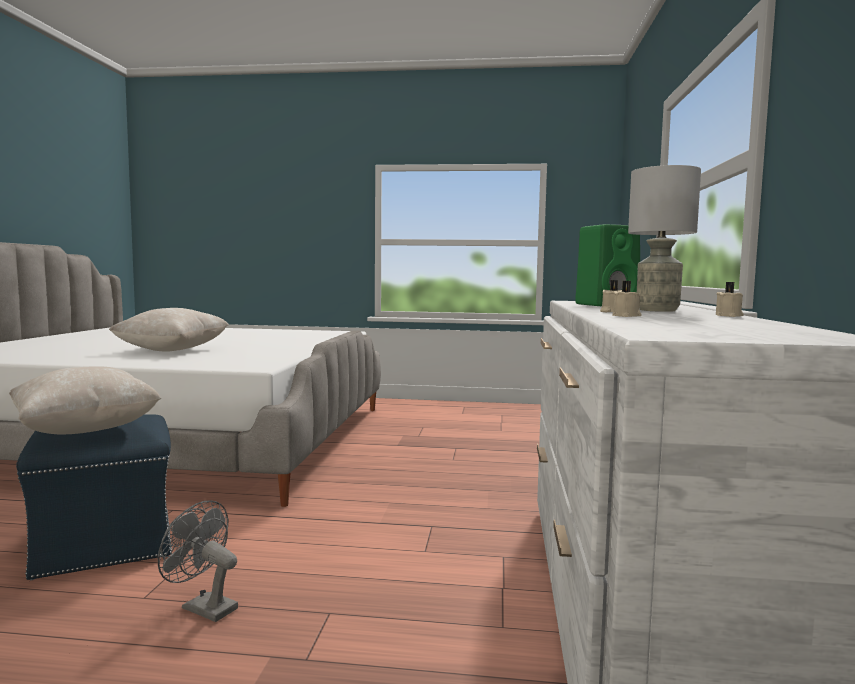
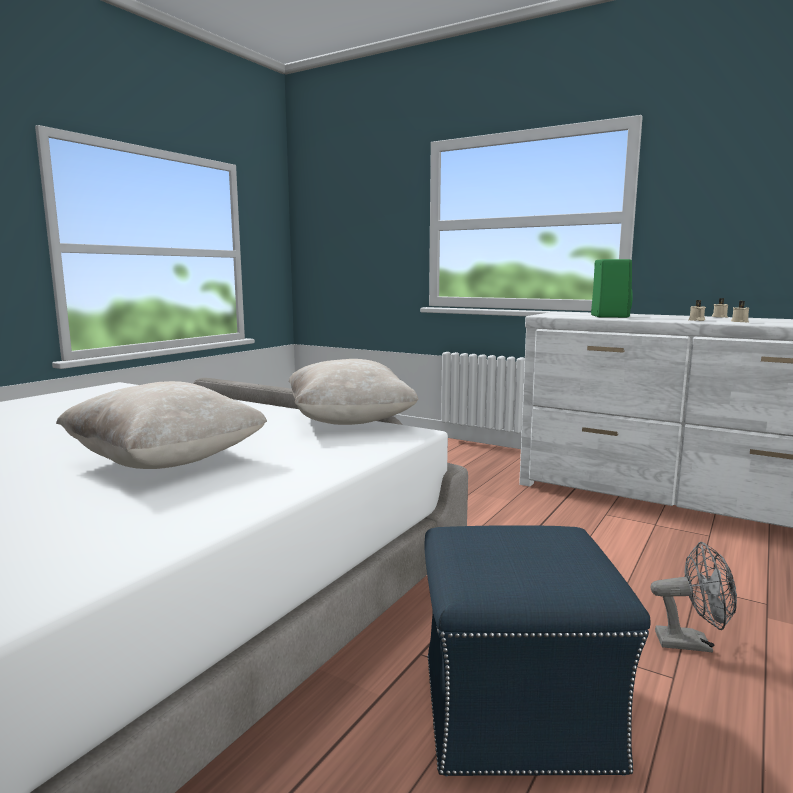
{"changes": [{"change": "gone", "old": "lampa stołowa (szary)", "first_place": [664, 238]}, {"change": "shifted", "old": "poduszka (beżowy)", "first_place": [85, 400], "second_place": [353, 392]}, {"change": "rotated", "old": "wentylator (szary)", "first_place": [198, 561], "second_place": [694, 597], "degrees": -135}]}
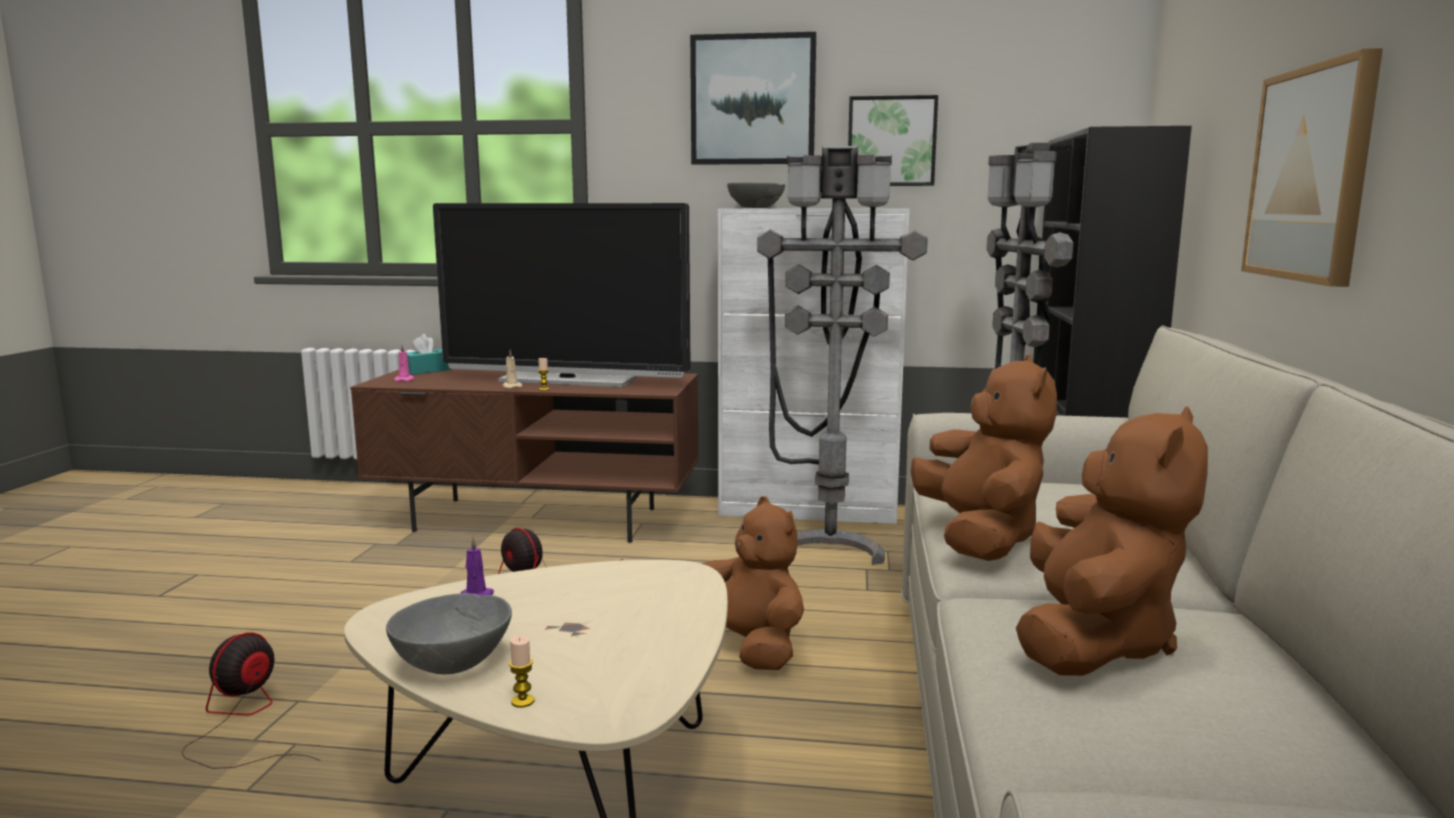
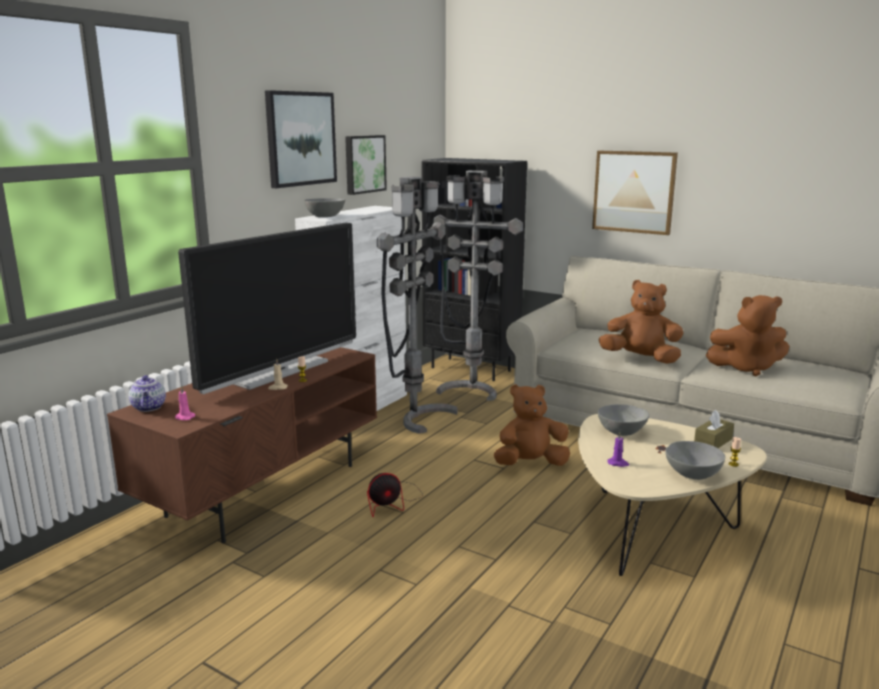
{"changes": [{"change": "gone", "old": "wentylator", "first_place": [251, 700]}, {"change": "new", "new": "miska (szary)", "second_place": [623, 420]}, {"change": "new", "new": "pudełko chusteczek (brązowy)", "second_place": [714, 429]}, {"change": "swapped", "old": "pudełko chusteczek (turkusowy)", "new": "imbryk", "first_place": [429, 354], "second_place": [147, 393]}, {"change": "rotated", "old": "pluszak (brązowy)", "first_place": [1112, 541], "second_place": [747, 335], "degrees": 135}]}
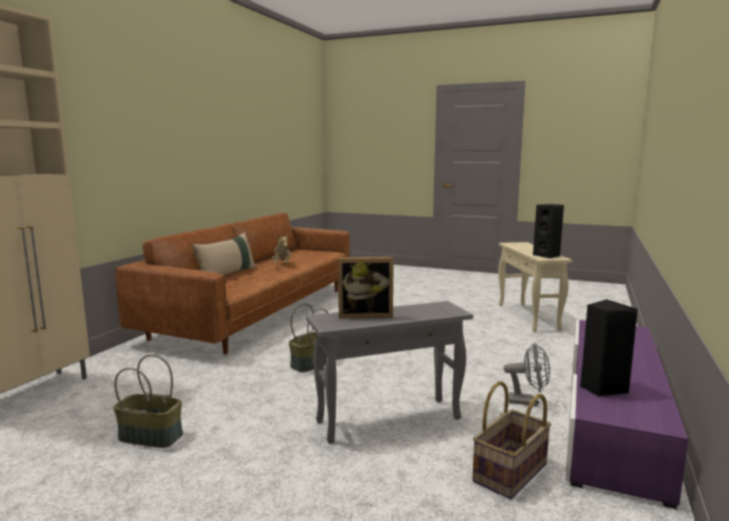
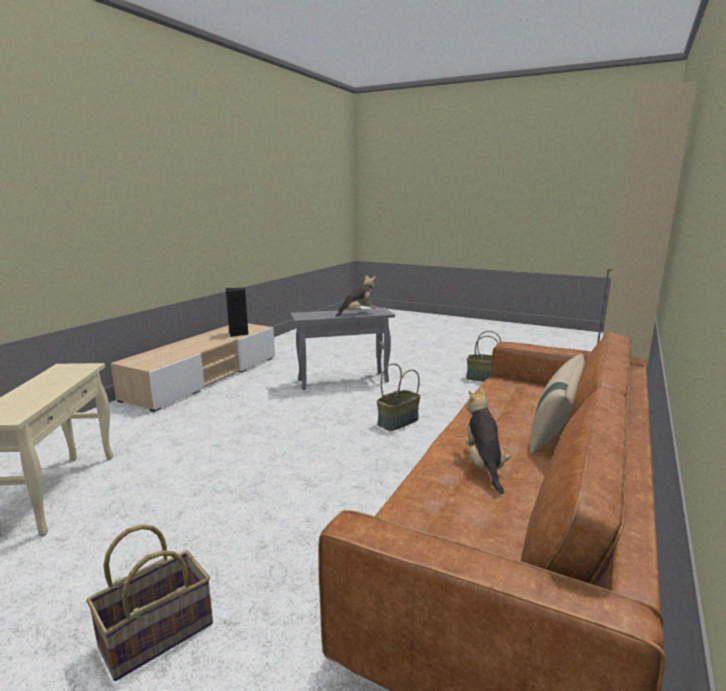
{"changes": [{"change": "gone", "old": "wentylator (szary)", "first_place": [527, 374]}, {"change": "gone", "old": "głośnik (czarny)", "first_place": [548, 231]}, {"change": "shifted", "old": "koszyk", "first_place": [511, 440], "second_place": [150, 602]}, {"change": "swapped", "old": "ramka na zdjęcie", "new": "pluszak", "first_place": [366, 287], "second_place": [355, 295]}, {"change": "repainted", "old": "szafka pod telewizor (fioletowy)", "new": "szafka pod telewizor (beżowy)", "first_place": [626, 414], "second_place": [193, 367]}]}
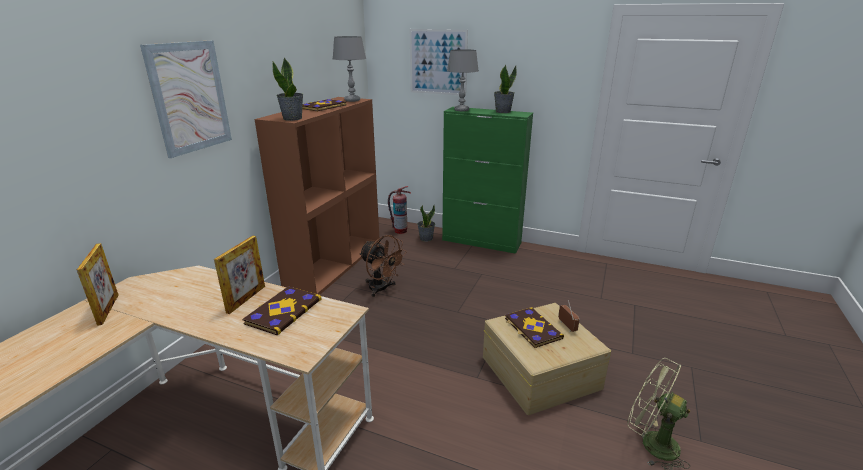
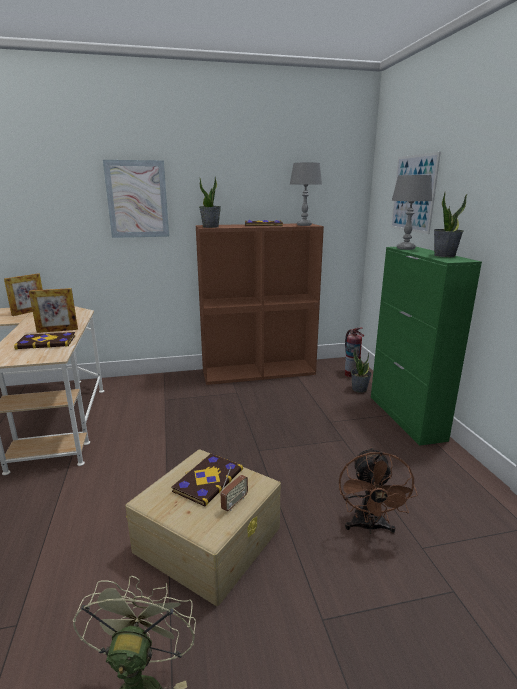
{"changes": [{"change": "shifted", "old": "wentylator (brązowy)", "first_place": [383, 266], "second_place": [378, 490]}]}
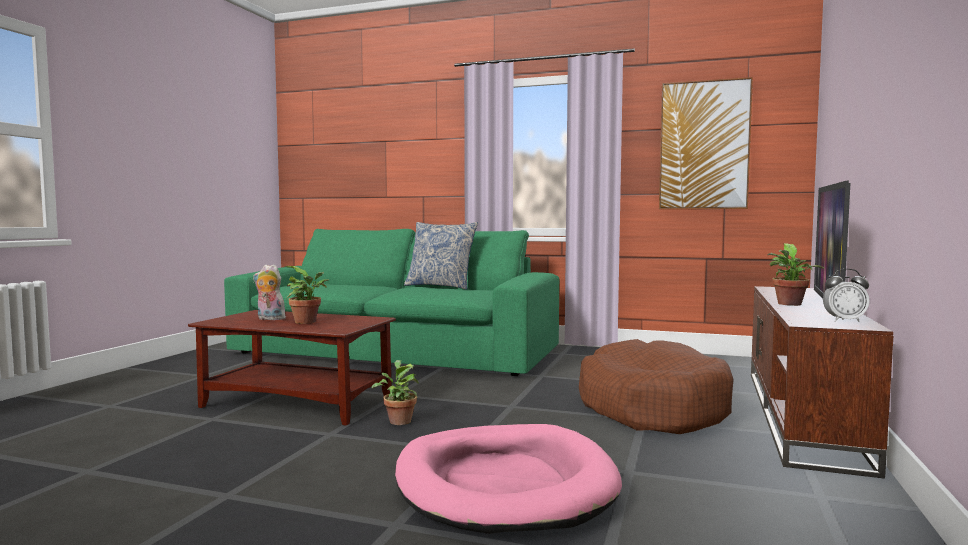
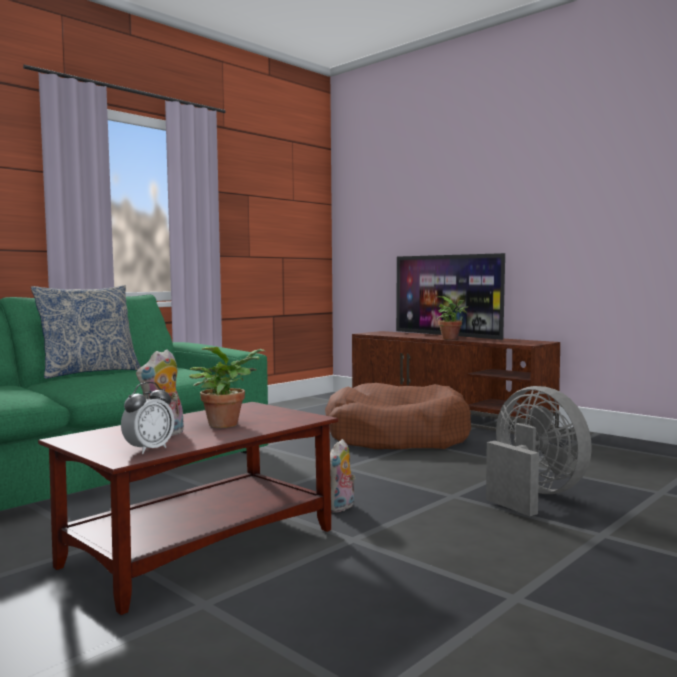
{"changes": [{"change": "gone", "old": "obraz", "first_place": [706, 143]}, {"change": "shifted", "old": "budzik", "first_place": [846, 295], "second_place": [147, 418]}, {"change": "swapped", "old": "roślina doniczkowa", "new": "pluszak", "first_place": [395, 392], "second_place": [343, 476]}, {"change": "swapped", "old": "legowisko (różowy)", "new": "wentylator (szary)", "first_place": [508, 479], "second_place": [539, 451]}]}
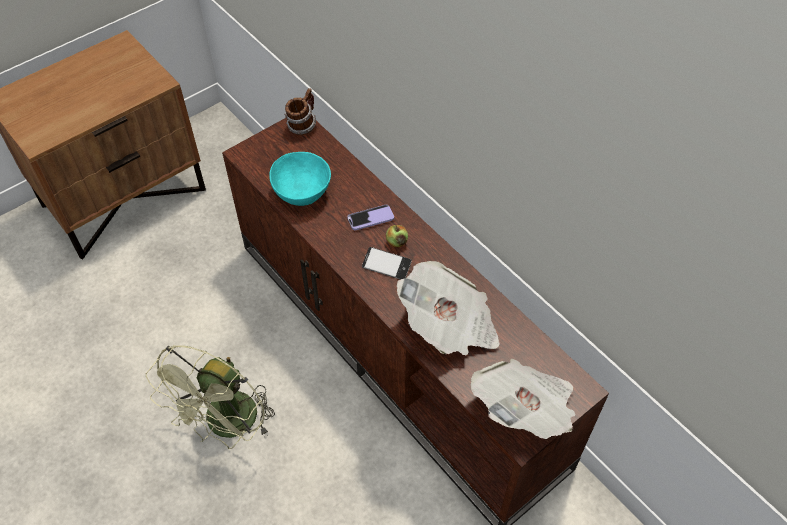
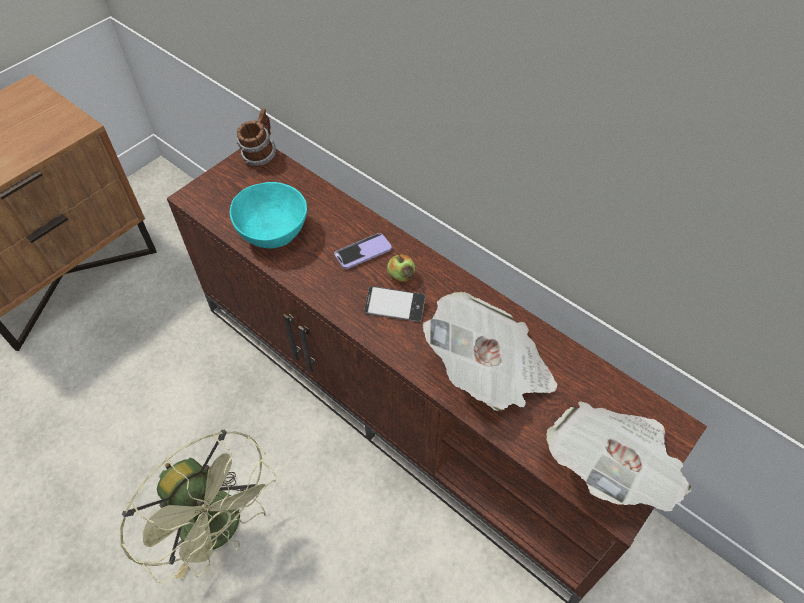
{"changes": [{"change": "rotated", "old": "wentylator (zielony)", "first_place": [210, 397], "second_place": [198, 506], "degrees": -60}]}
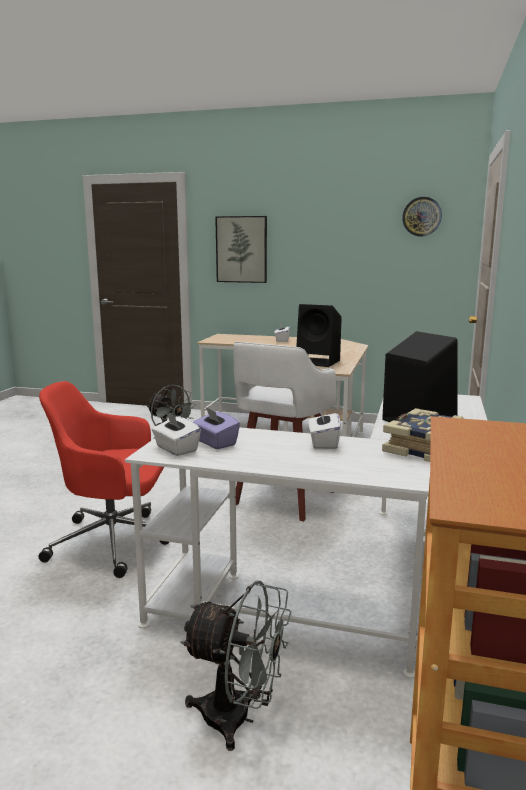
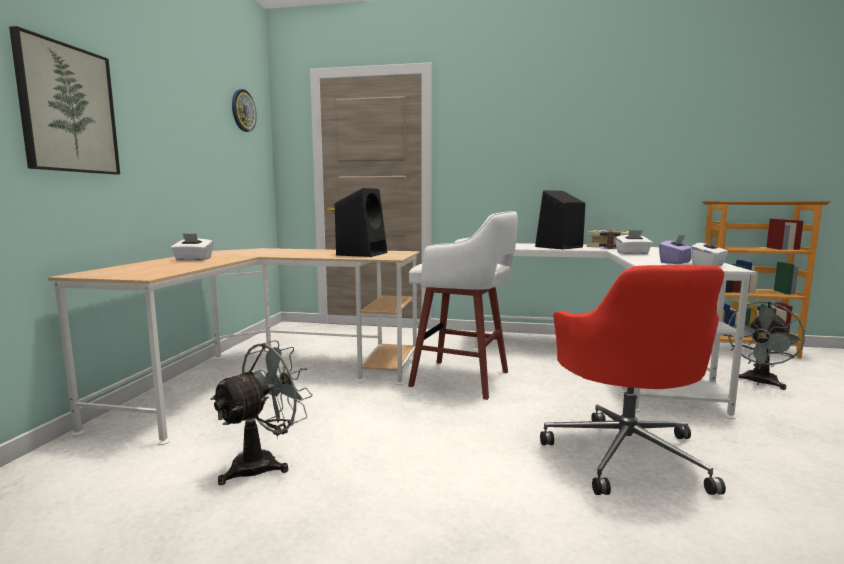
{"changes": [{"change": "rotated", "old": "wentylator (szary)", "first_place": [235, 666], "second_place": [766, 346], "degrees": -150}]}
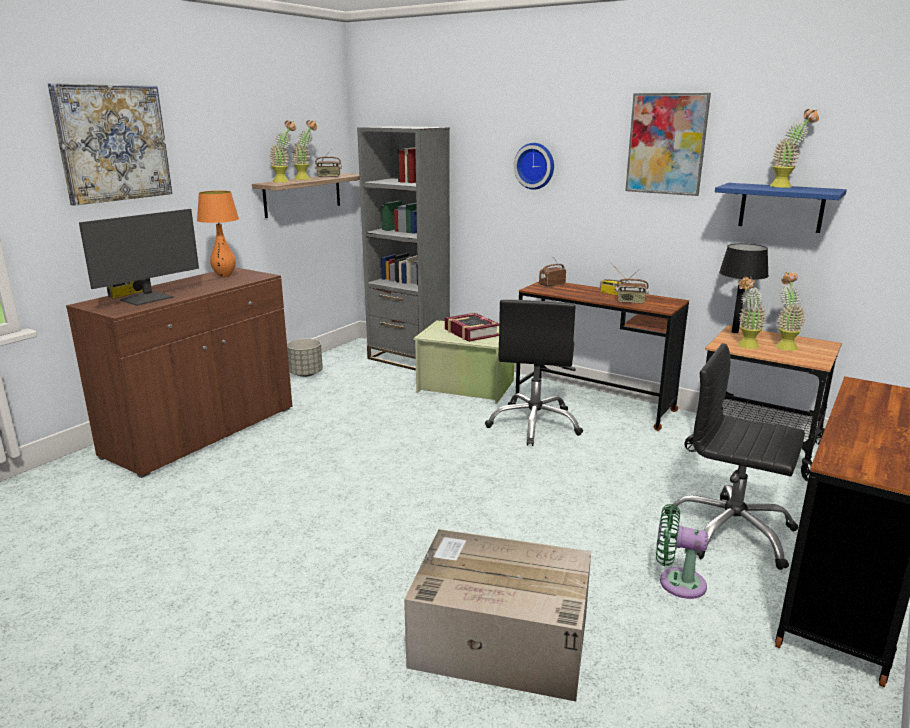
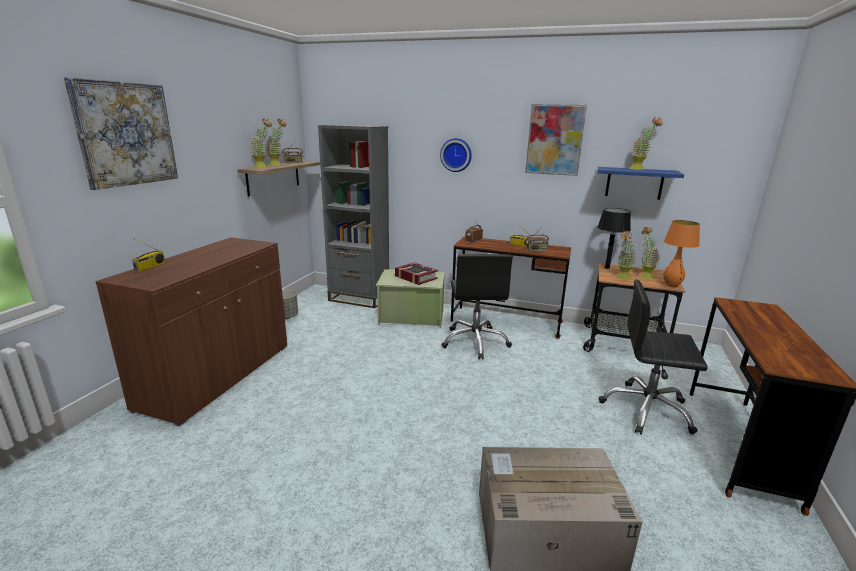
{"changes": [{"change": "gone", "old": "monitor", "first_place": [139, 257]}, {"change": "gone", "old": "wentylator (zielony)", "first_place": [682, 551]}, {"change": "shifted", "old": "lampa stołowa (pomarańczowy)", "first_place": [218, 234], "second_place": [681, 253]}]}
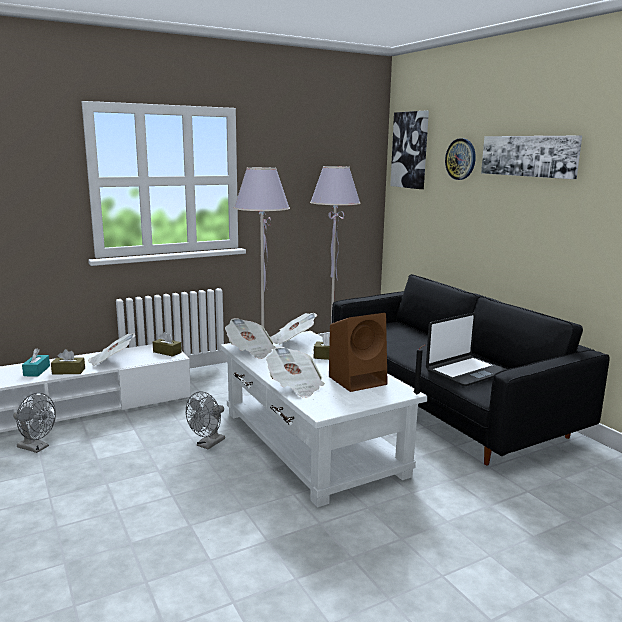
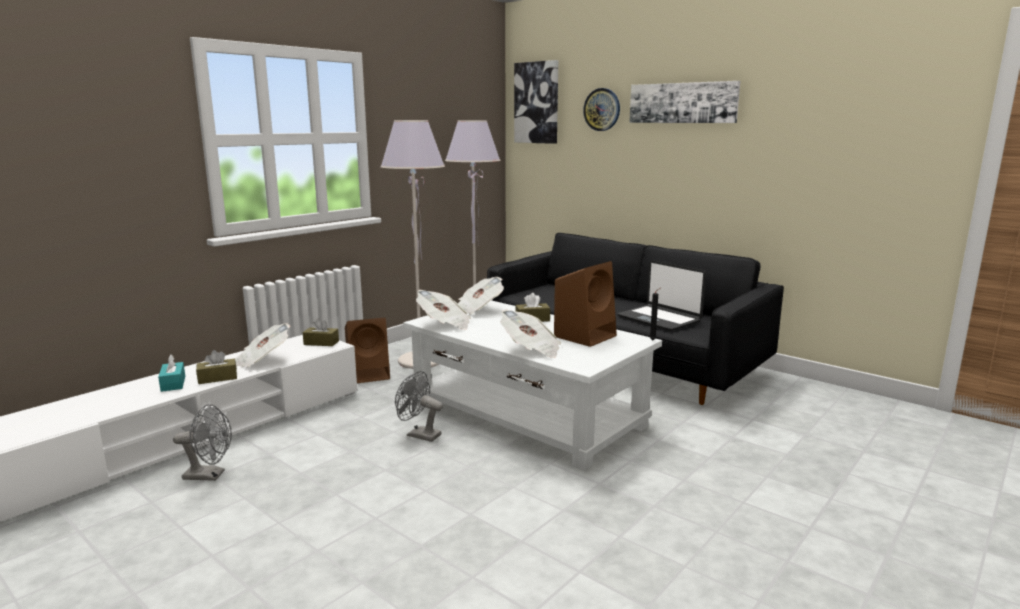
{"changes": [{"change": "new", "new": "głośnik (brązowy)", "second_place": [367, 350]}, {"change": "rotated", "old": "wentylator (szary)", "first_place": [205, 420], "second_place": [419, 406], "degrees": 105}, {"change": "rotated", "old": "laptop", "first_place": [466, 349], "second_place": [662, 295], "degrees": 105}]}
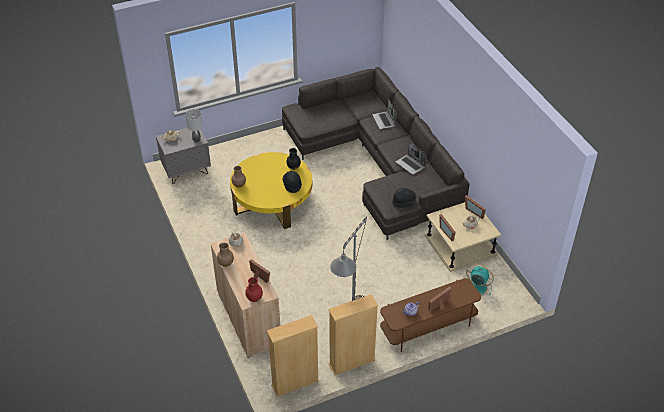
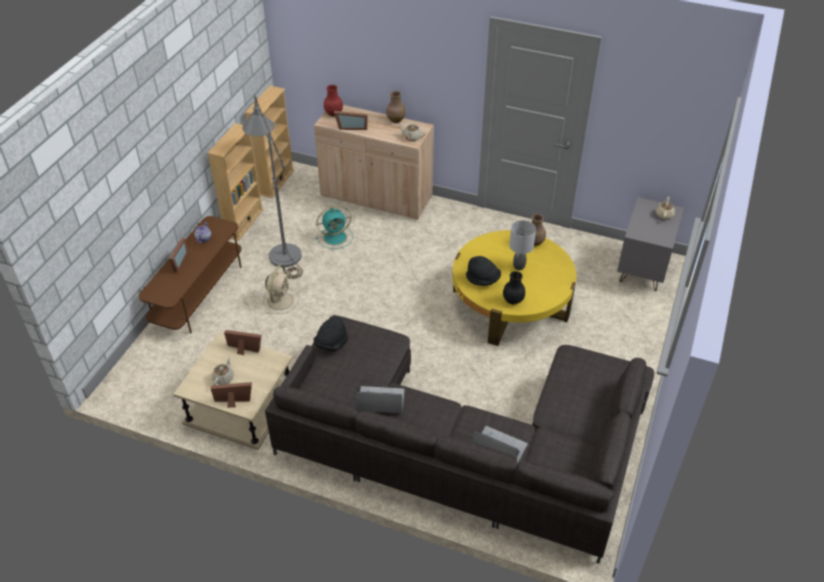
{"changes": [{"change": "new", "new": "wentylator (beżowy)", "second_place": [281, 289]}, {"change": "shifted", "old": "lampa stołowa (szary)", "first_place": [194, 125], "second_place": [522, 245]}, {"change": "shifted", "old": "wentylator (turkusowy)", "first_place": [480, 280], "second_place": [334, 227]}]}
